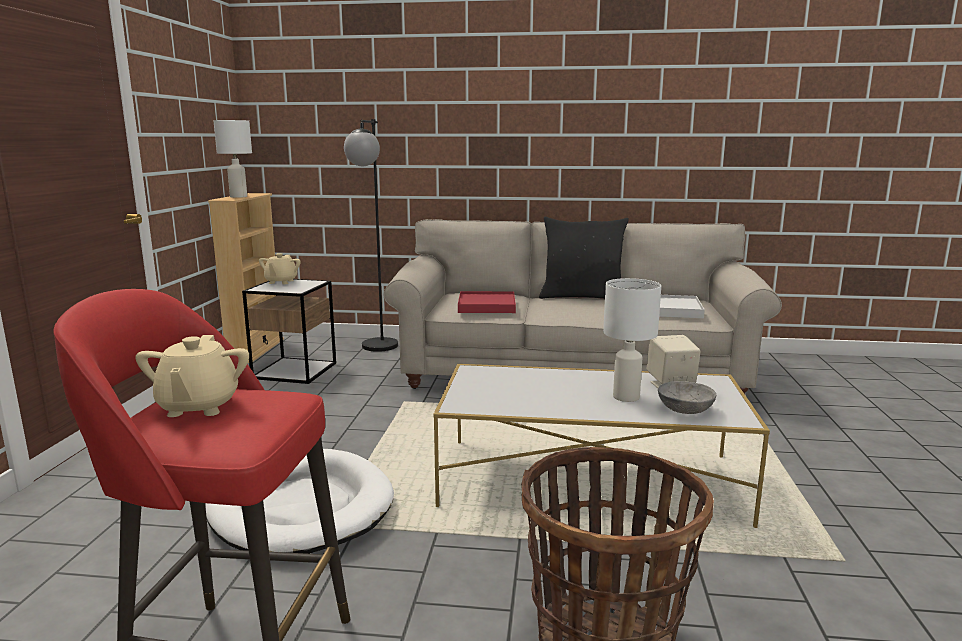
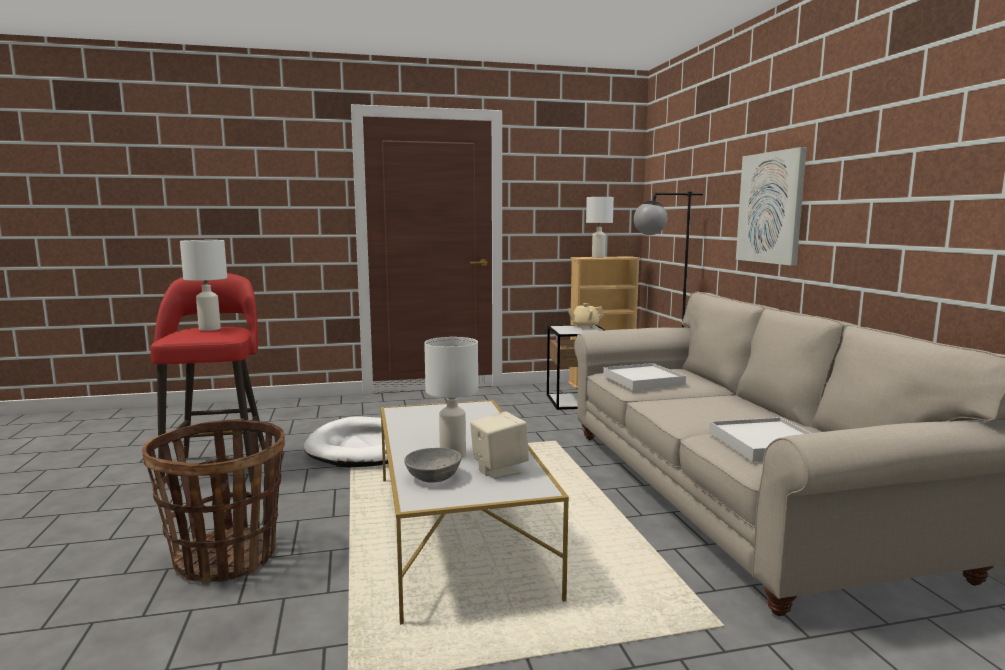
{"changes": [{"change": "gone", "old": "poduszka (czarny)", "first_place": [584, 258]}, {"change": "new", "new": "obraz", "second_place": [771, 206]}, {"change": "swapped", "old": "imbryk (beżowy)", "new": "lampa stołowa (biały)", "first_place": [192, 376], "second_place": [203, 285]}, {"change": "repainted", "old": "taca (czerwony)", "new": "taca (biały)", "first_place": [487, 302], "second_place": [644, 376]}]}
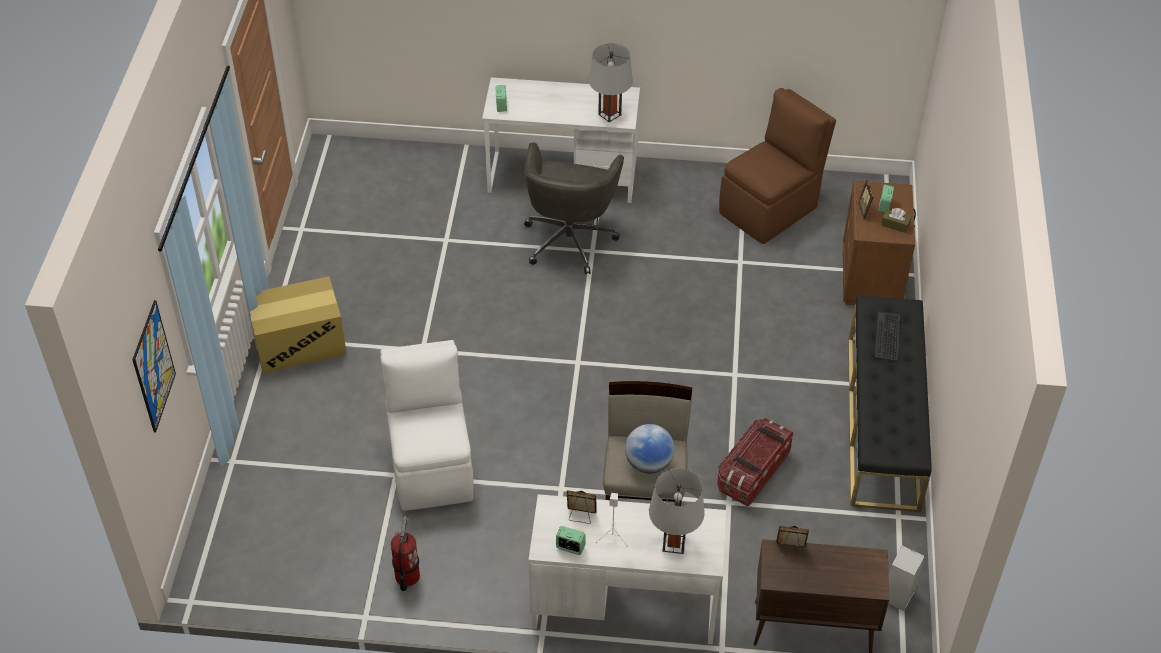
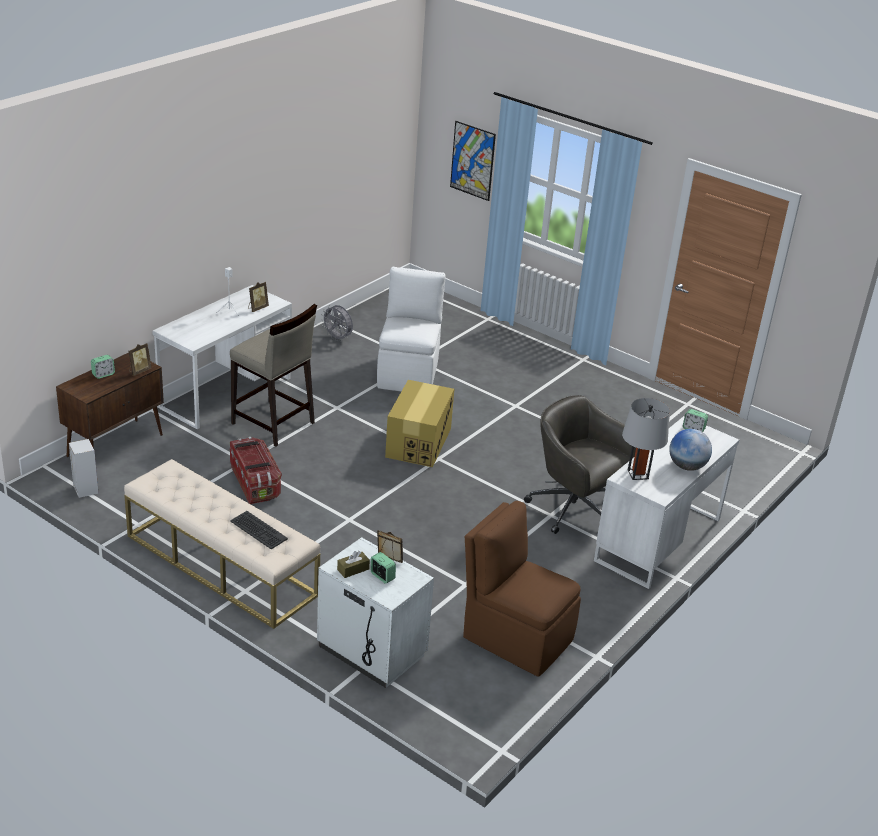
{"changes": [{"change": "gone", "old": "lampa stołowa (szary)", "first_place": [677, 511]}, {"change": "shifted", "old": "karton", "first_place": [298, 324], "second_place": [419, 423]}, {"change": "shifted", "old": "budzik", "first_place": [571, 540], "second_place": [103, 367]}, {"change": "shifted", "old": "globus", "first_place": [650, 449], "second_place": [690, 450]}, {"change": "swapped", "old": "gaśnica", "new": "wentylator (szary)", "first_place": [405, 553], "second_place": [337, 323]}, {"change": "repainted", "old": "szafka nocna (brązowy)", "new": "szafka nocna (biały)", "first_place": [879, 243], "second_place": [375, 612]}, {"change": "repainted", "old": "ławka (czarny)", "new": "ławka (beżowy)", "first_place": [890, 403], "second_place": [222, 544]}, {"change": "rotated", "old": "krzesło (biały)", "first_place": [427, 425], "second_place": [411, 329], "degrees": -105}, {"change": "rotated", "old": "krzesło (brązowy)", "first_place": [777, 166], "second_place": [522, 589], "degrees": 135}]}
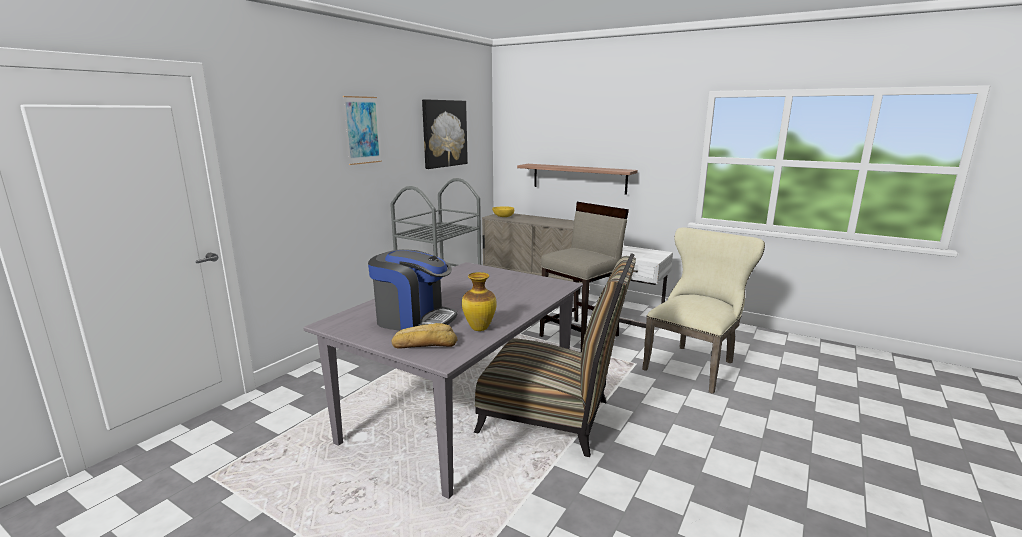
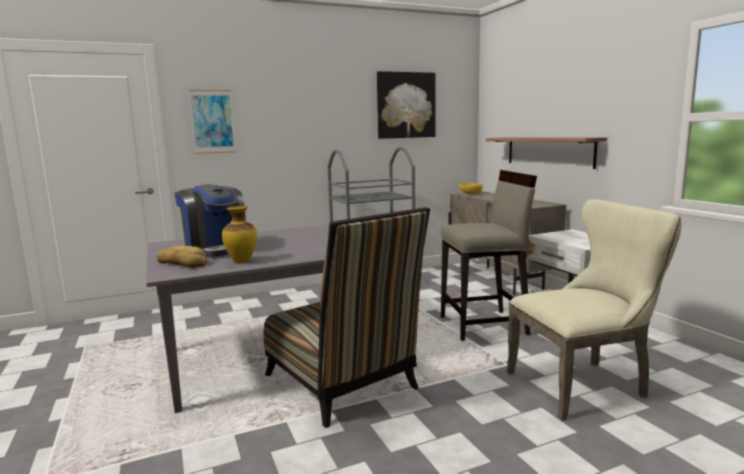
{"changes": [{"change": "shifted", "old": "obraz", "first_place": [362, 130], "second_place": [212, 122]}]}
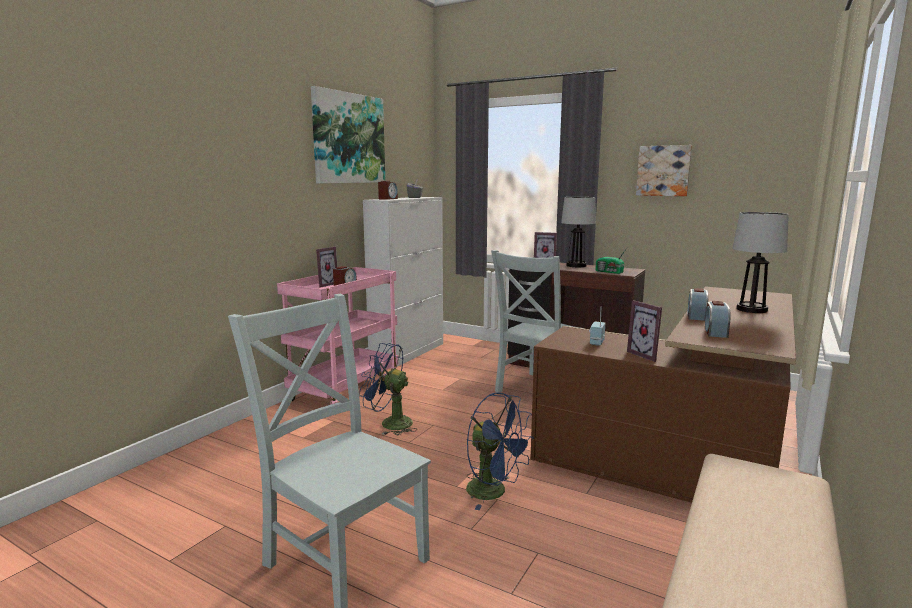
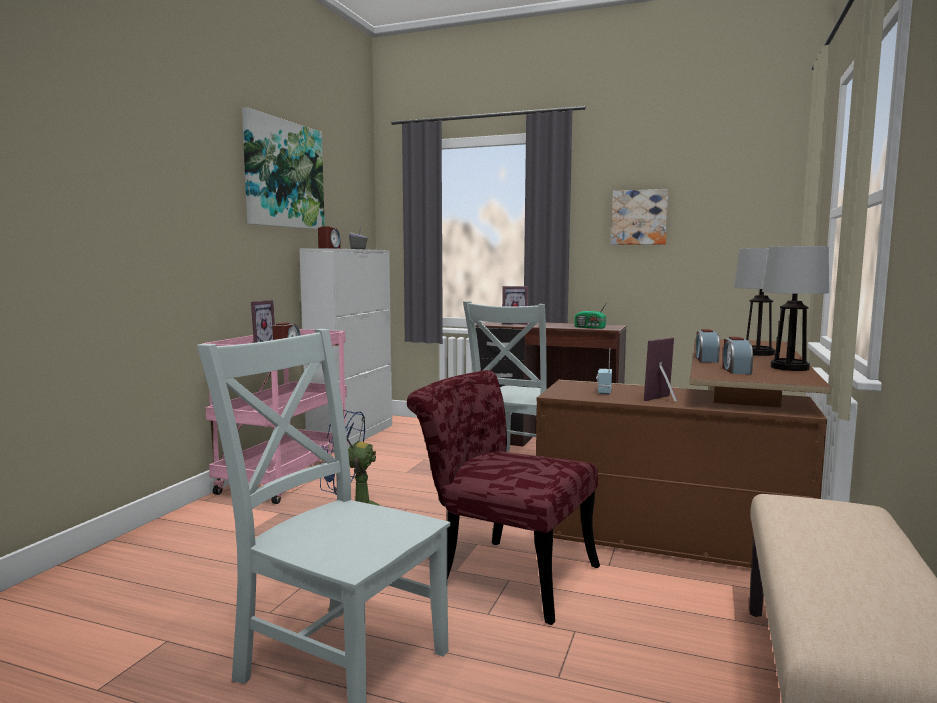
{"changes": [{"change": "shifted", "old": "lampa stołowa", "first_place": [578, 232], "second_place": [795, 308]}, {"change": "swapped", "old": "wentylator (niebieski)", "new": "krzesło (czerwony)", "first_place": [500, 451], "second_place": [503, 497]}, {"change": "rotated", "old": "ramka na zdjęcie", "first_place": [644, 331], "second_place": [660, 369], "degrees": 90}]}
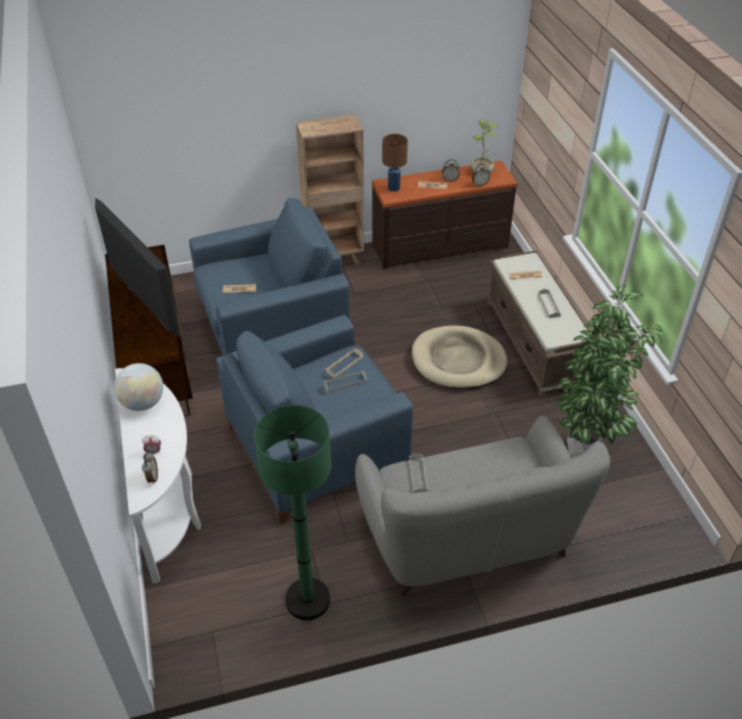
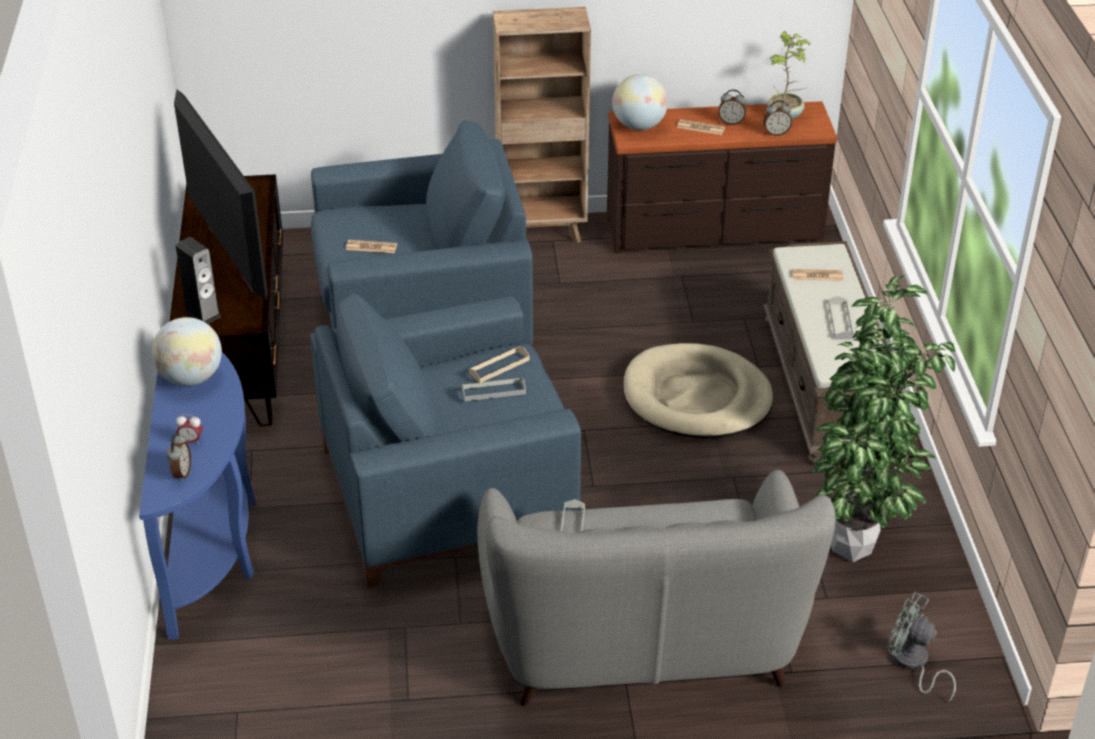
{"changes": [{"change": "gone", "old": "lampa stojąca (zielony)", "first_place": [292, 512]}, {"change": "new", "new": "głośnik", "second_place": [198, 280]}, {"change": "new", "new": "wentylator (szary)", "second_place": [921, 647]}, {"change": "swapped", "old": "lampa stołowa (brązowy)", "new": "globus", "first_place": [395, 163], "second_place": [640, 102]}, {"change": "repainted", "old": "stolik konsolowy (biały)", "new": "stolik konsolowy (niebieski)", "first_place": [158, 475], "second_place": [198, 496]}]}
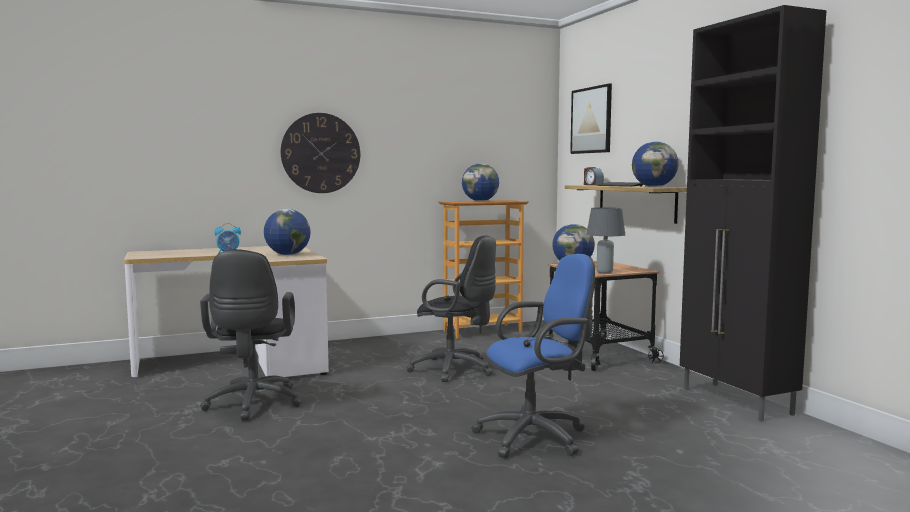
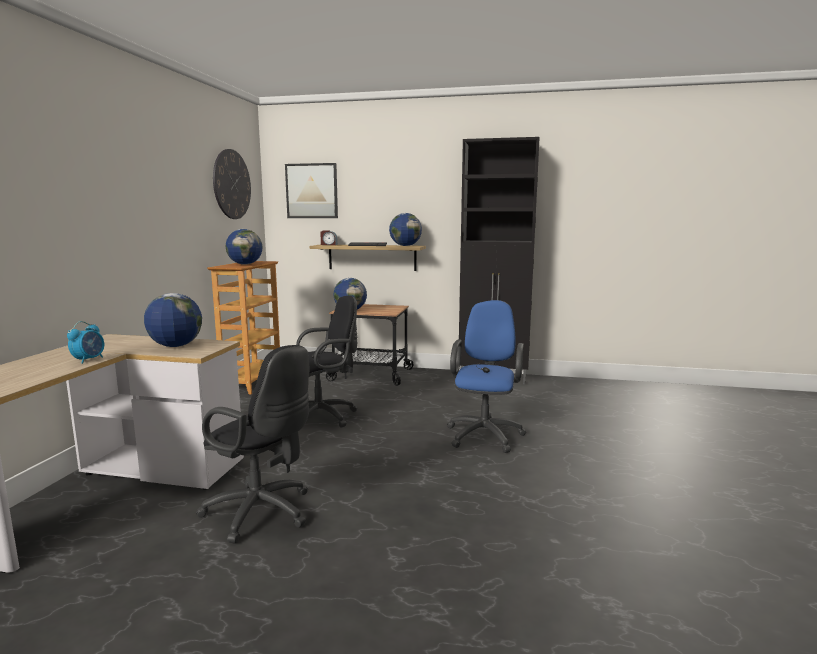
{"changes": [{"change": "gone", "old": "lampa stołowa (szary)", "first_place": [606, 240]}, {"change": "shifted", "old": "zegar ścienny", "first_place": [320, 153], "second_place": [232, 184]}]}
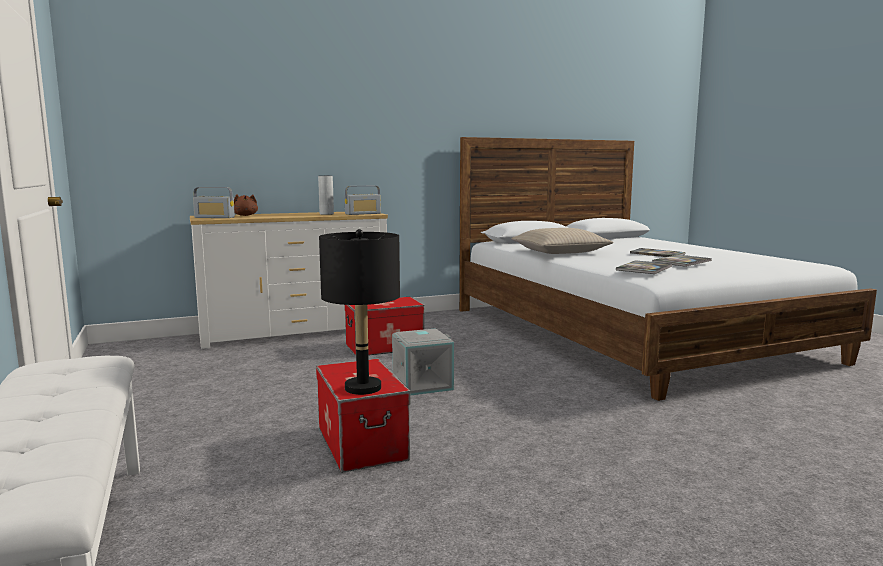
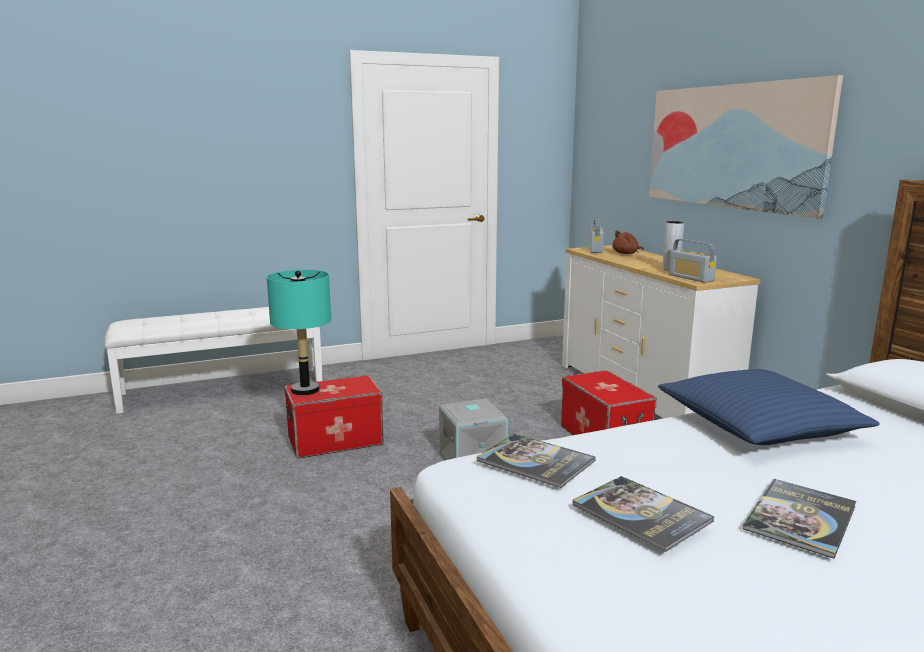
{"changes": [{"change": "new", "new": "obraz", "second_place": [746, 147]}, {"change": "repainted", "old": "lampa stołowa (czarny)", "new": "lampa stołowa (turkusowy)", "first_place": [359, 312], "second_place": [299, 332]}, {"change": "repainted", "old": "poduszka (beżowy)", "new": "poduszka (niebieski)", "first_place": [562, 241], "second_place": [769, 407]}]}
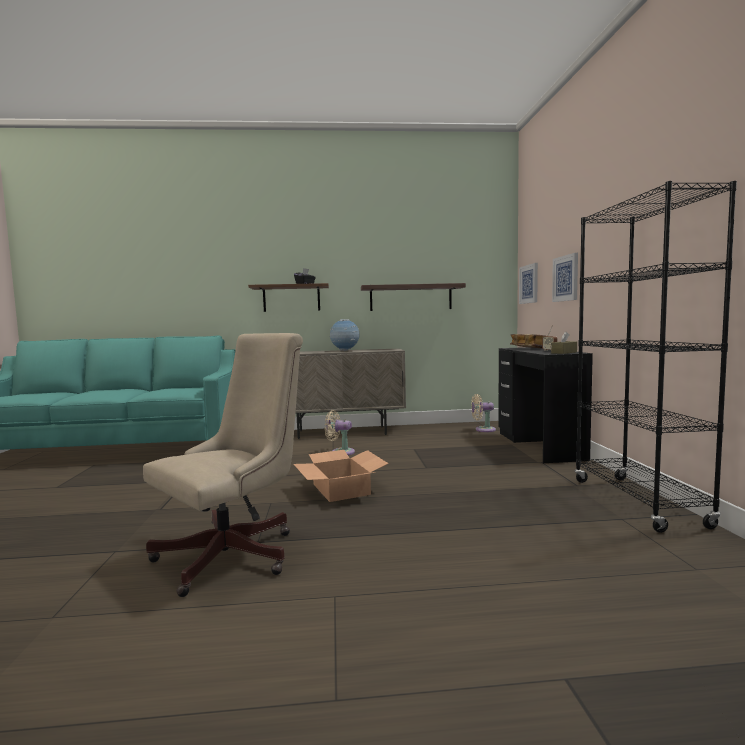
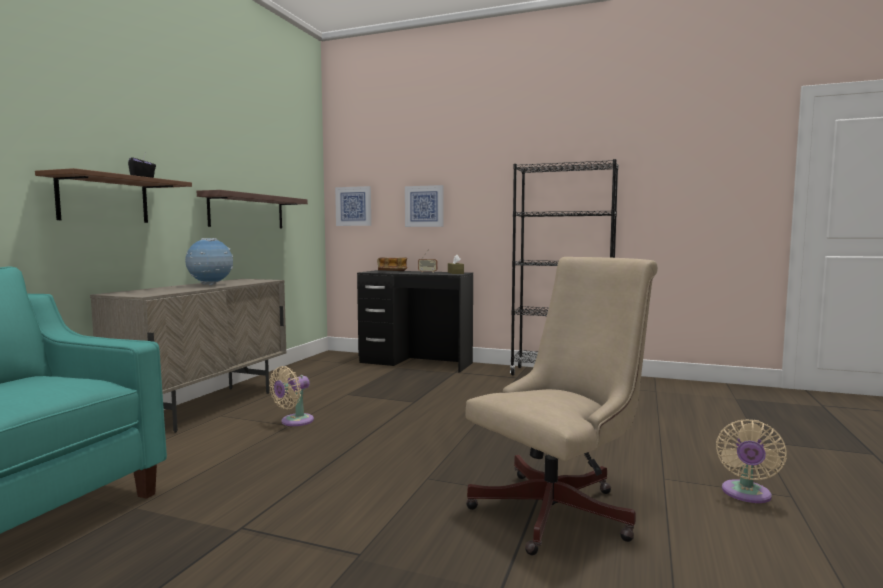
{"changes": [{"change": "gone", "old": "karton", "first_place": [341, 476]}, {"change": "shifted", "old": "wentylator (beżowy)", "first_place": [483, 413], "second_place": [751, 461]}, {"change": "rotated", "old": "krzesło biurowe (beżowy)", "first_place": [223, 465], "second_place": [562, 406], "degrees": 75}]}
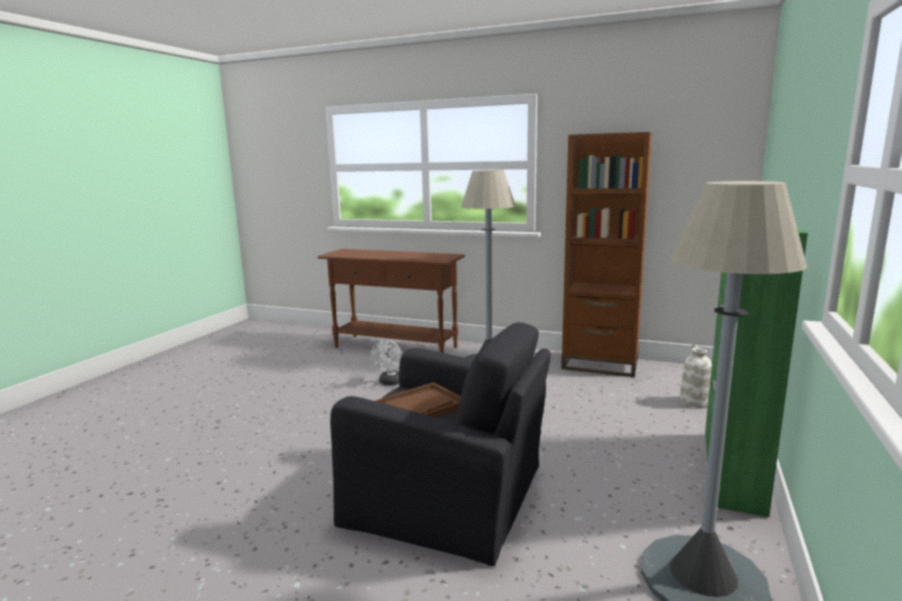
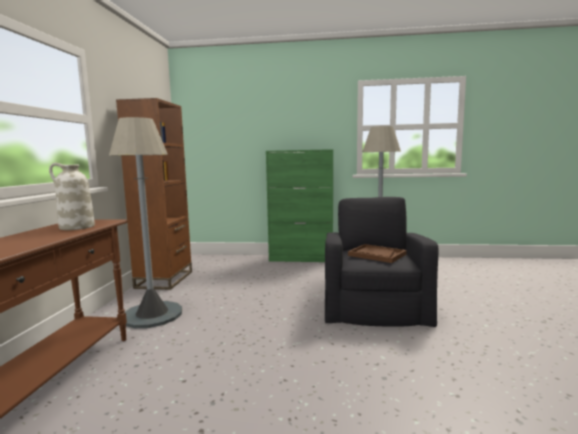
{"changes": [{"change": "gone", "old": "wentylator (biały)", "first_place": [386, 362]}, {"change": "shifted", "old": "wazon (biały)", "first_place": [696, 376], "second_place": [72, 196]}]}
